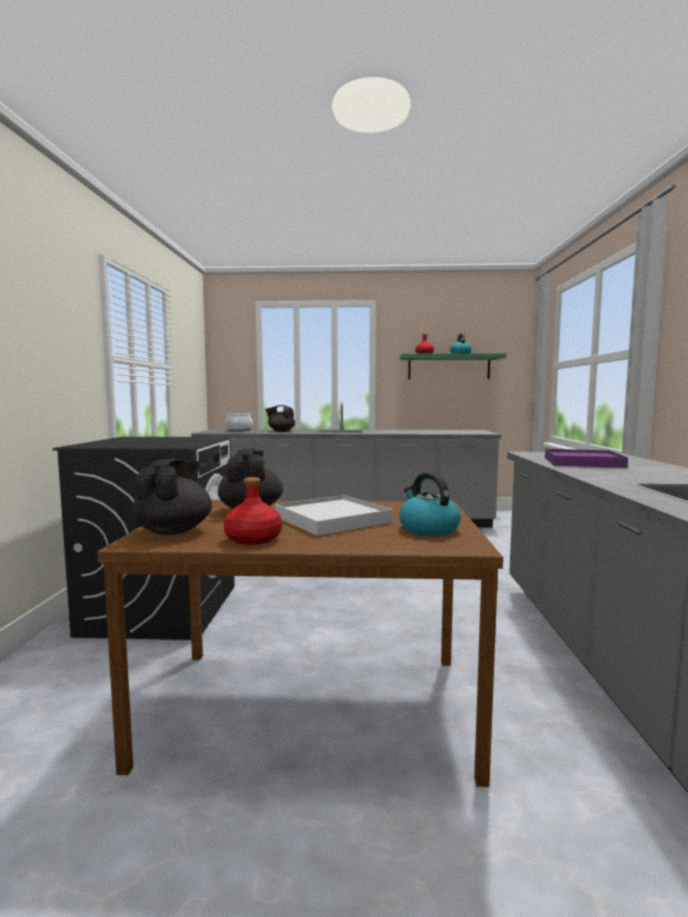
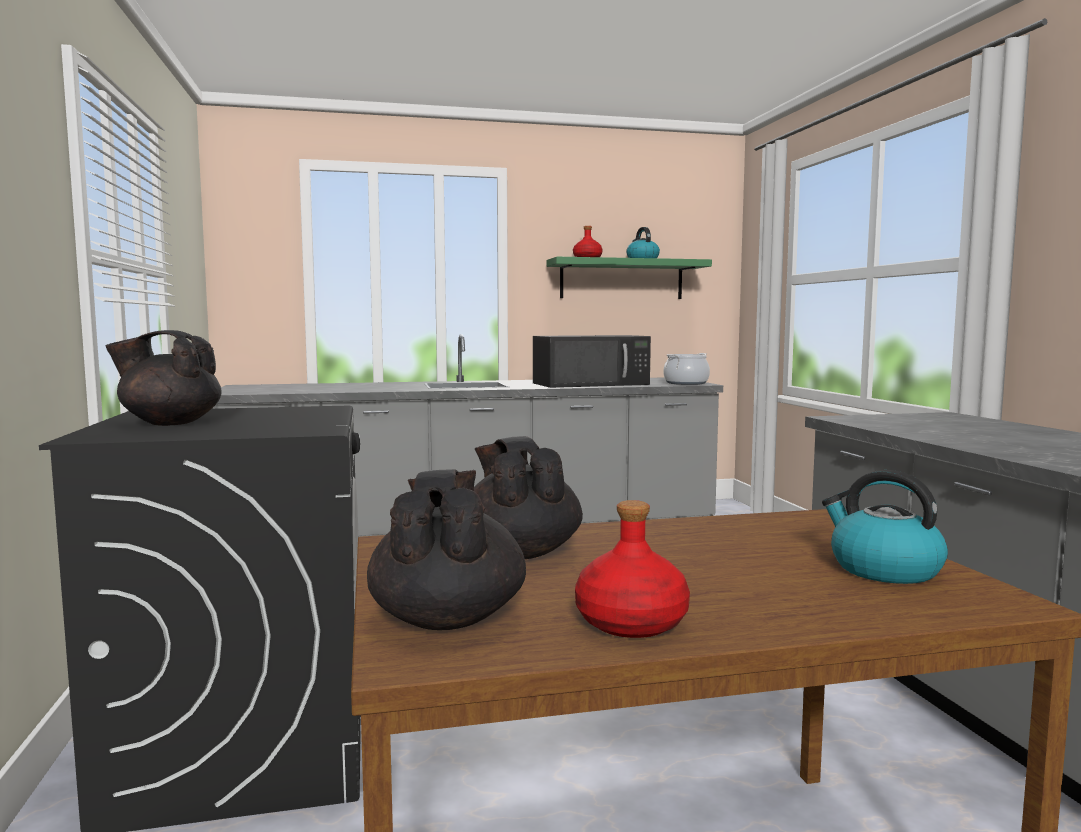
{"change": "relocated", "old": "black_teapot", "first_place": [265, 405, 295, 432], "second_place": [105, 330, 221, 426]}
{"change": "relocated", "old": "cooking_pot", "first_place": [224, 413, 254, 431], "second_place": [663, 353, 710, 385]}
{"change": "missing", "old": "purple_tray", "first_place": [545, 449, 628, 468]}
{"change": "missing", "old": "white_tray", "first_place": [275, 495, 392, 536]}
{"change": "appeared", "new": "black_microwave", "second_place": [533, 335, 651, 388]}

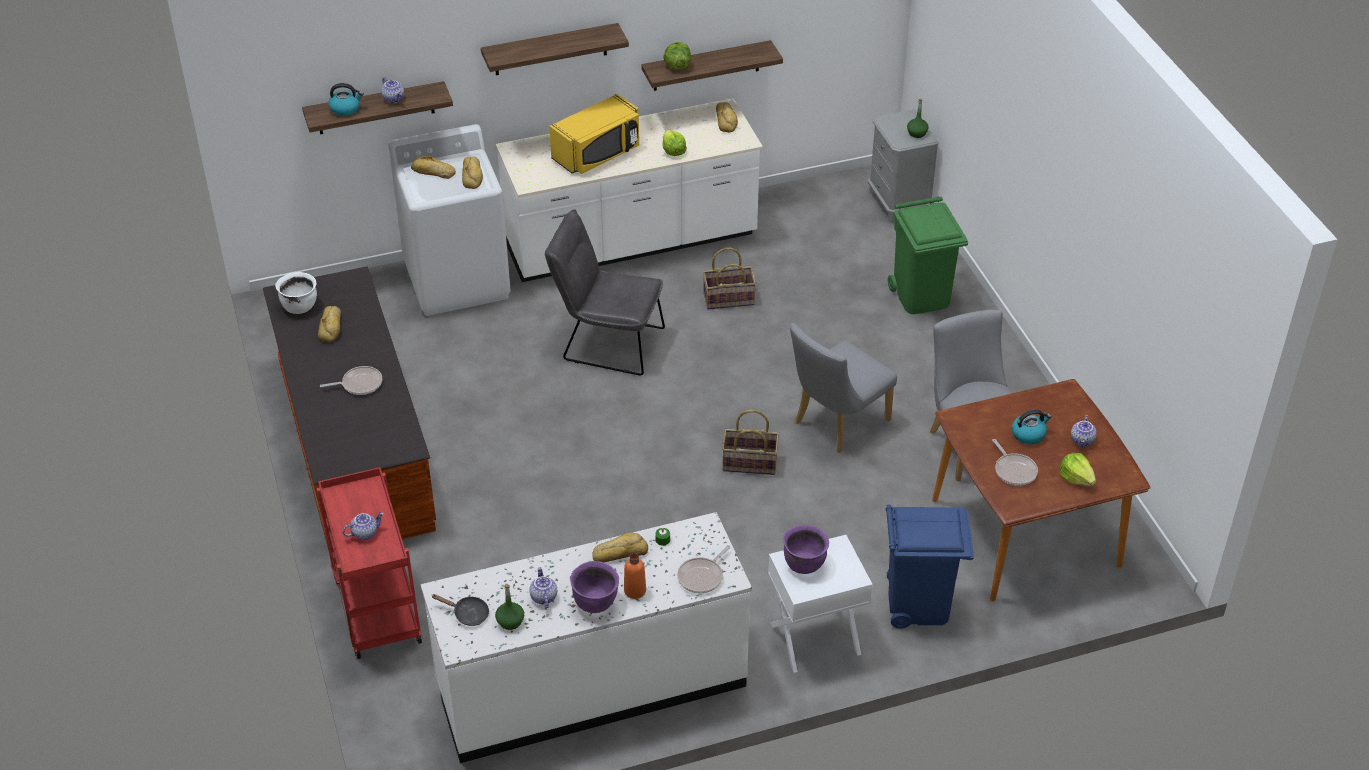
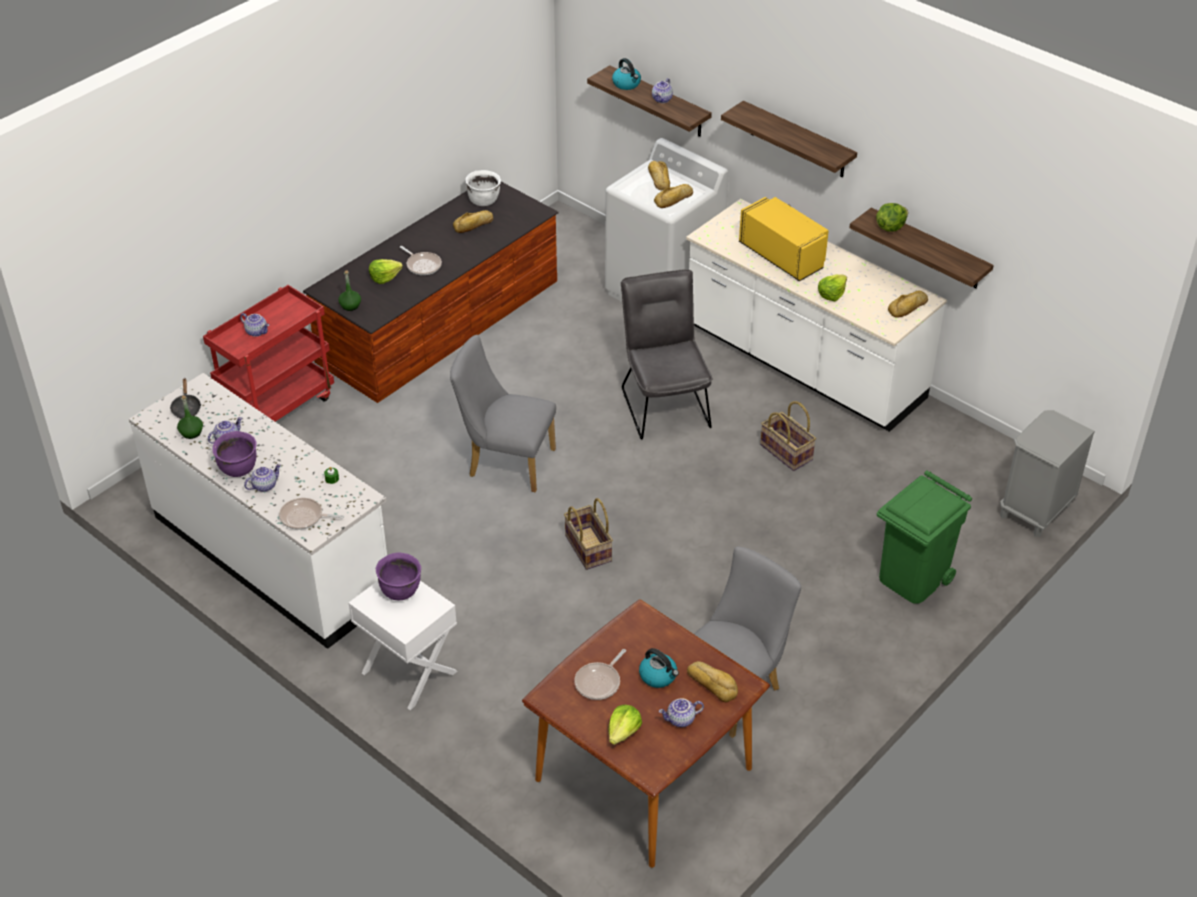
{"change": "spun", "old": "yellow_microwave", "first_place": [549, 94, 639, 174], "second_place": [739, 197, 829, 281], "degrees": -150}
{"change": "relocated", "old": "green_bottle", "first_place": [907, 98, 929, 138], "second_place": [338, 271, 361, 311]}
{"change": "relocated", "old": "grey_chair", "first_place": [790, 323, 897, 453], "second_place": [450, 335, 556, 492]}
{"change": "missing", "old": "blue_trash_can", "first_place": [886, 505, 974, 629]}
{"change": "relocated", "old": "bread", "first_place": [592, 533, 648, 563], "second_place": [687, 661, 738, 702]}
{"change": "exchanged", "old": "orange_bottle", "new": "teapot", "first_place": [624, 553, 646, 599], "second_place": [244, 464, 281, 492]}
{"change": "appeared", "new": "lettuce", "second_place": [369, 259, 403, 284]}

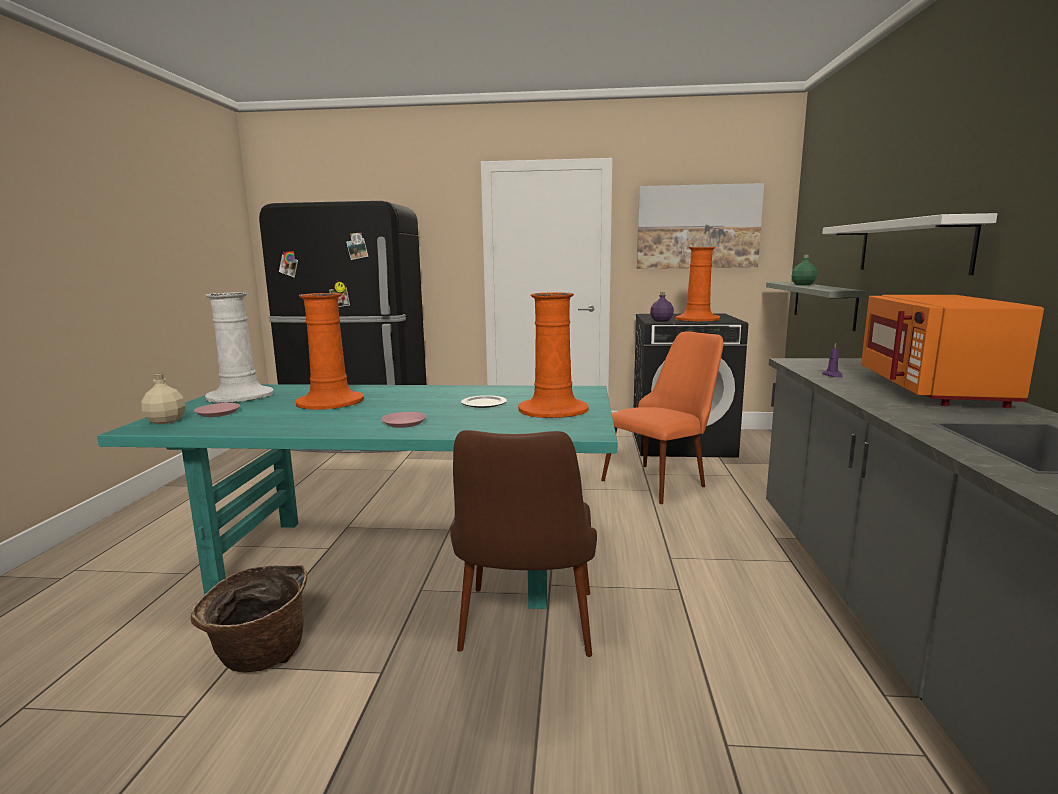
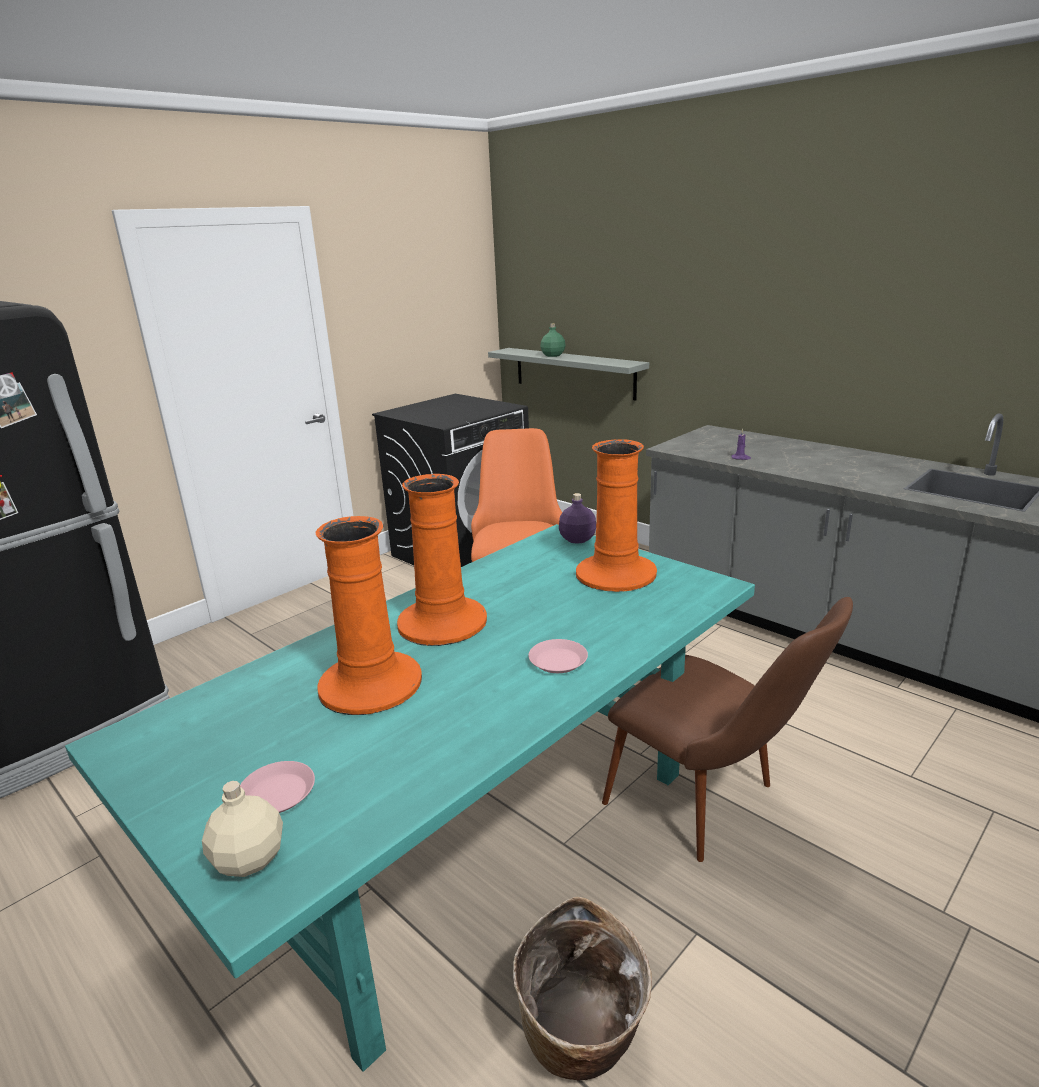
{"change": "missing", "old": "picture", "first_place": [637, 183, 764, 269]}
{"change": "missing", "old": "white_shelf", "first_place": [822, 213, 997, 275]}
{"change": "relocated", "old": "orange_vase", "first_place": [675, 247, 720, 322], "second_place": [397, 474, 487, 646]}
{"change": "missing", "old": "white_vase", "first_place": [205, 292, 274, 403]}
{"change": "relocated", "old": "purple_bottle", "first_place": [650, 292, 674, 322], "second_place": [559, 493, 596, 544]}
{"change": "missing", "old": "orange_microwave", "first_place": [861, 295, 1044, 408]}
{"change": "missing", "old": "plate", "first_place": [461, 395, 507, 408]}

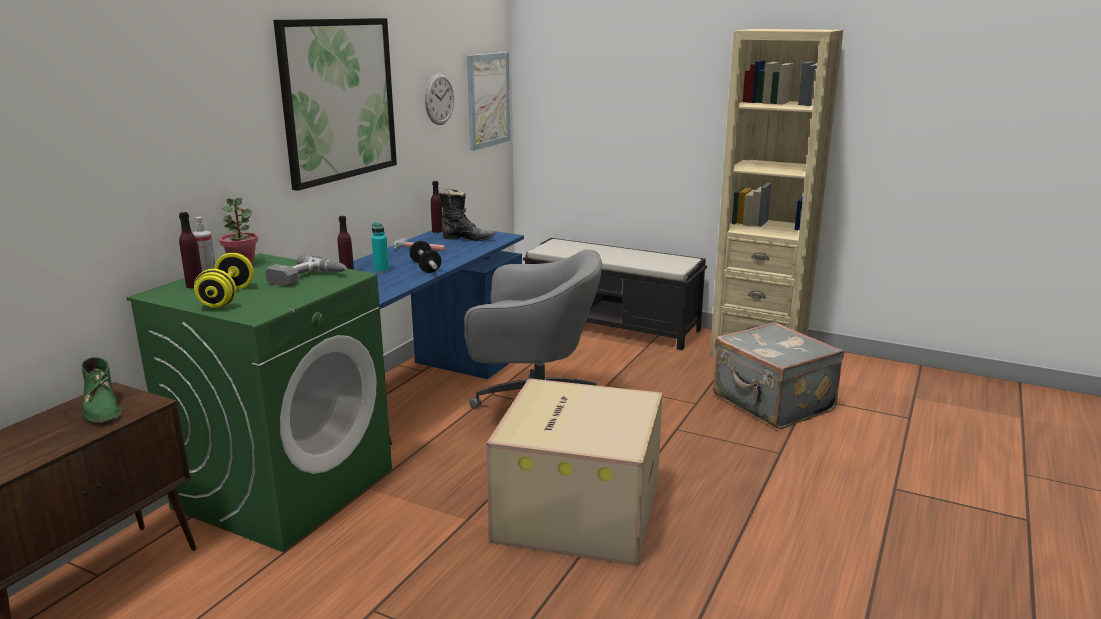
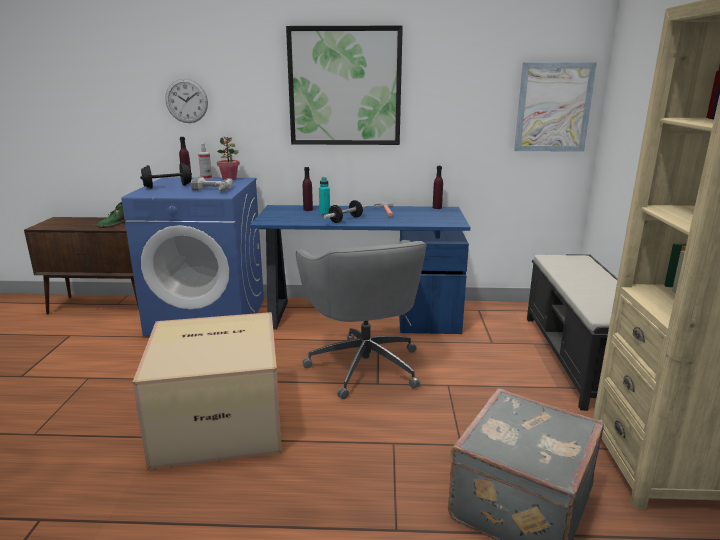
{"change": "relocated", "old": "wall_clock", "first_place": [425, 73, 454, 125], "second_place": [165, 78, 208, 123]}
{"change": "missing", "old": "black_boot", "first_place": [439, 188, 495, 241]}
{"change": "colour", "old": "green_washing_machine", "new": "blue_washing_machine", "first_place": [126, 253, 392, 552], "second_place": [121, 177, 264, 336]}
{"change": "colour", "old": "yellow_dumbbell", "new": "black_dumbbell", "first_place": [194, 253, 254, 308], "second_place": [140, 163, 192, 189]}

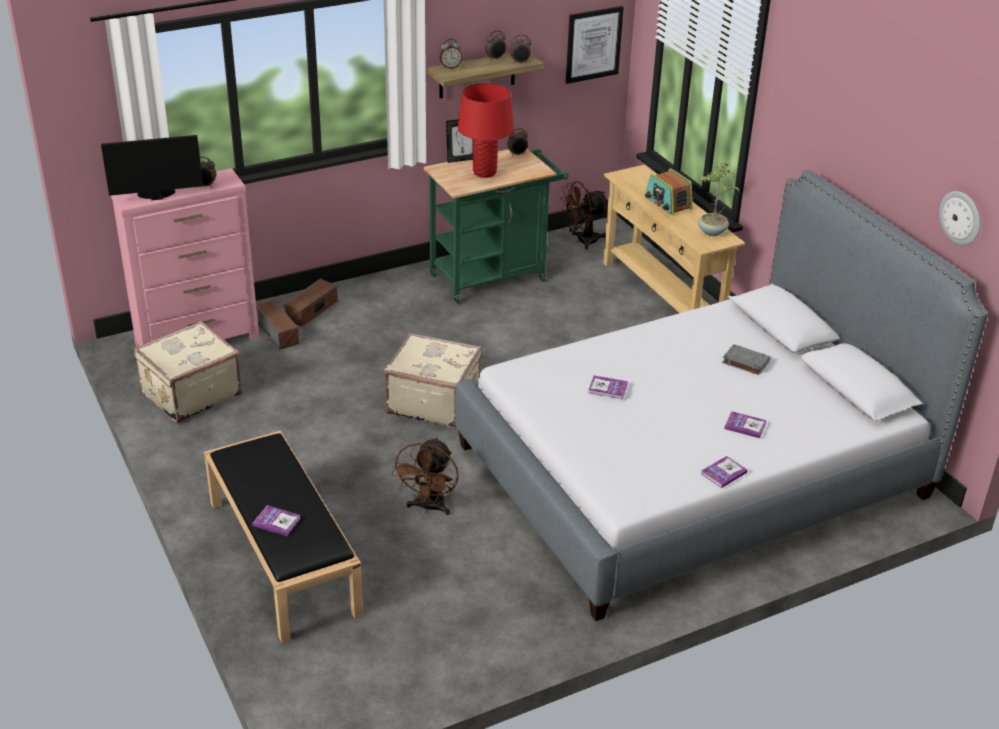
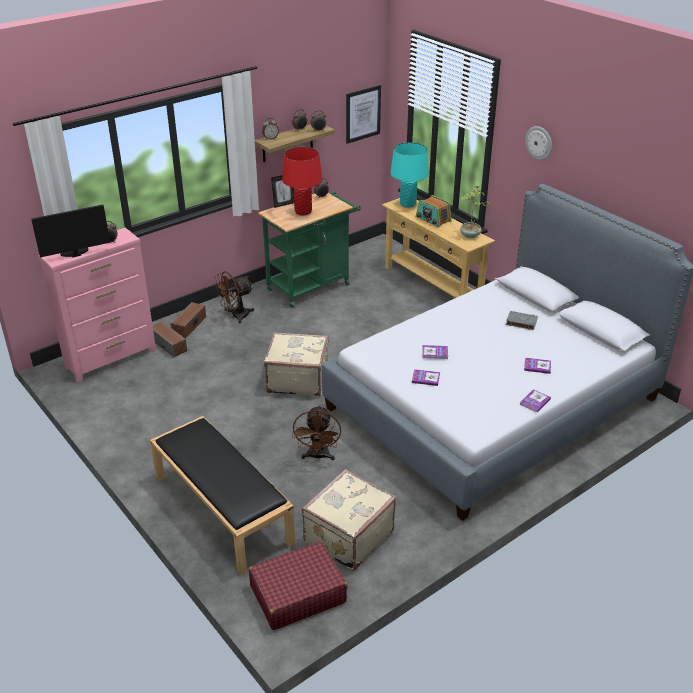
{"change": "relocated", "old": "brown_fan", "first_place": [560, 181, 608, 250], "second_place": [214, 271, 254, 323]}
{"change": "relocated", "old": "wall_clock", "first_place": [939, 191, 980, 246], "second_place": [525, 126, 552, 161]}
{"change": "relocated", "old": "beige_suitcase", "first_place": [134, 321, 242, 423], "second_place": [302, 469, 396, 571]}
{"change": "relocated", "old": "book", "first_place": [252, 505, 301, 536], "second_place": [412, 369, 440, 386]}
{"change": "appeared", "new": "turquoise_table_lamp", "second_place": [390, 142, 428, 208]}
{"change": "appeared", "new": "red_suitcase", "second_place": [249, 541, 347, 630]}

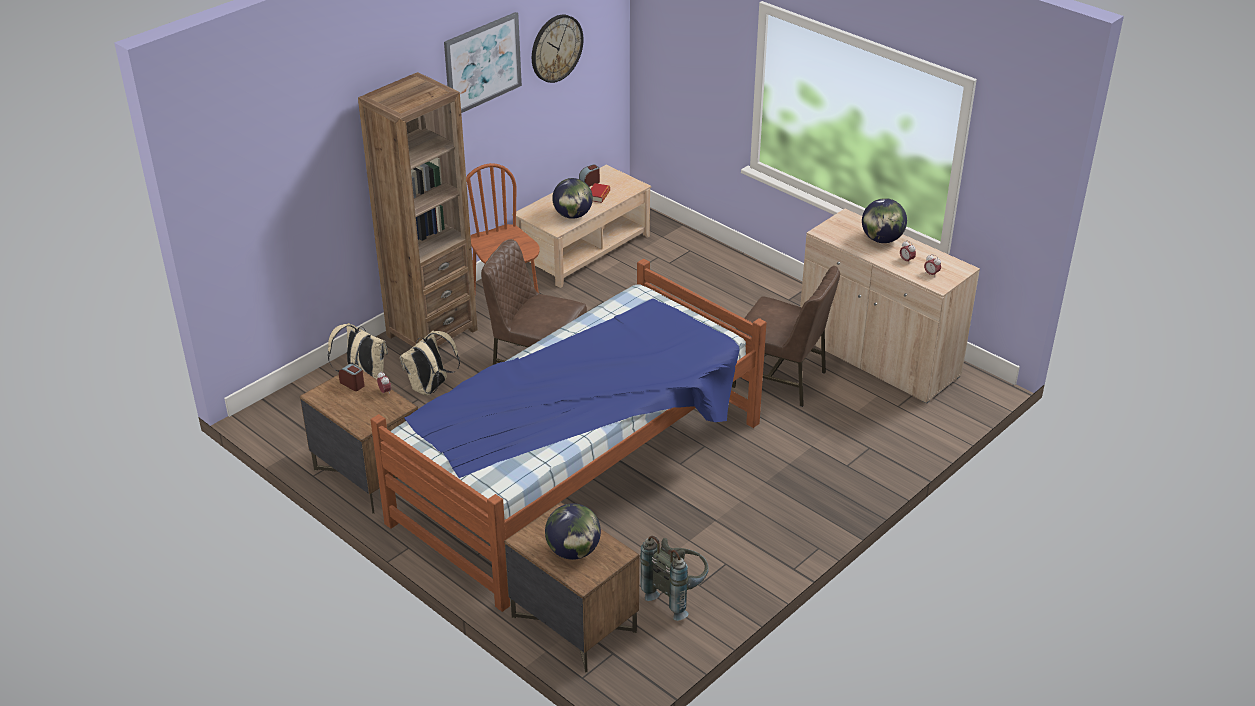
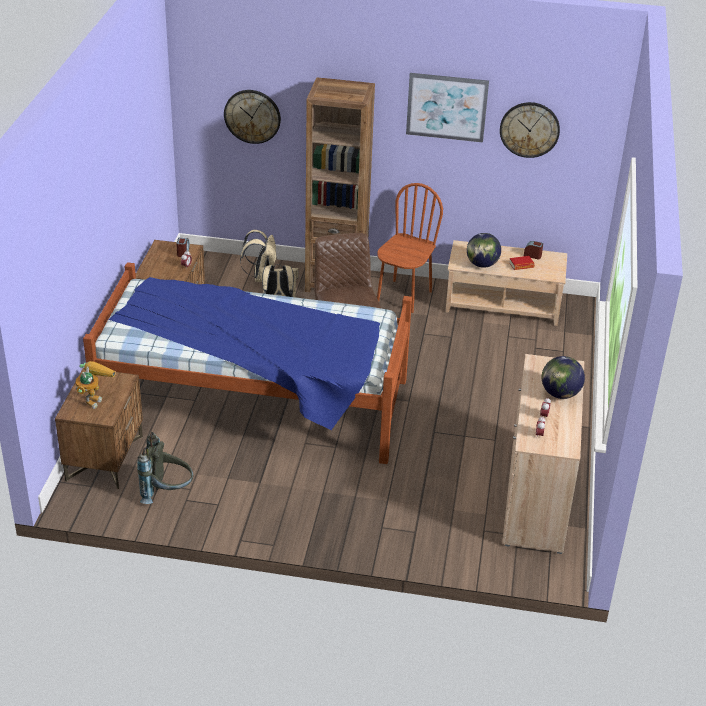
{"change": "missing", "old": "brown_chair", "first_place": [732, 266, 840, 407]}
{"change": "exchanged", "old": "globe", "new": "toy_robot", "first_place": [545, 503, 601, 560], "second_place": [76, 361, 116, 409]}
{"change": "appeared", "new": "wall_clock", "second_place": [224, 90, 281, 144]}

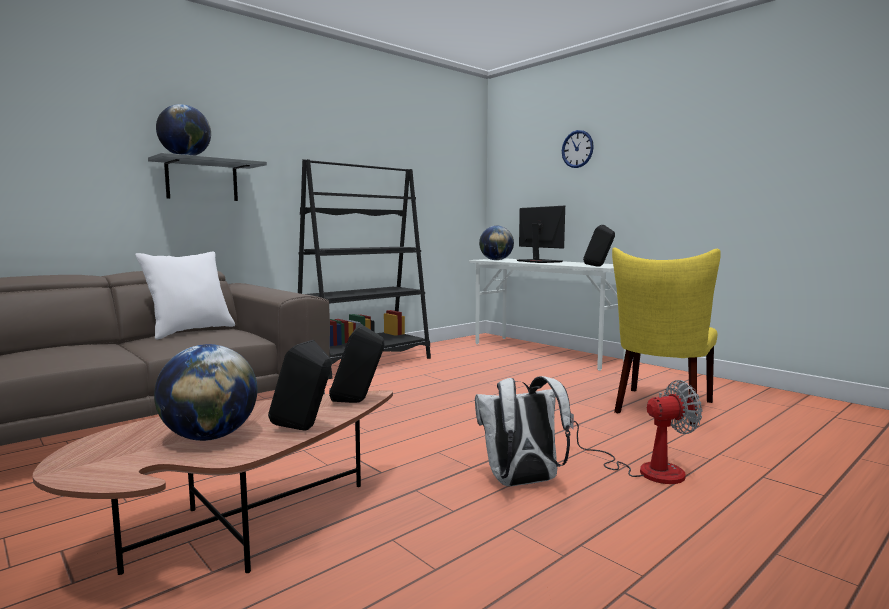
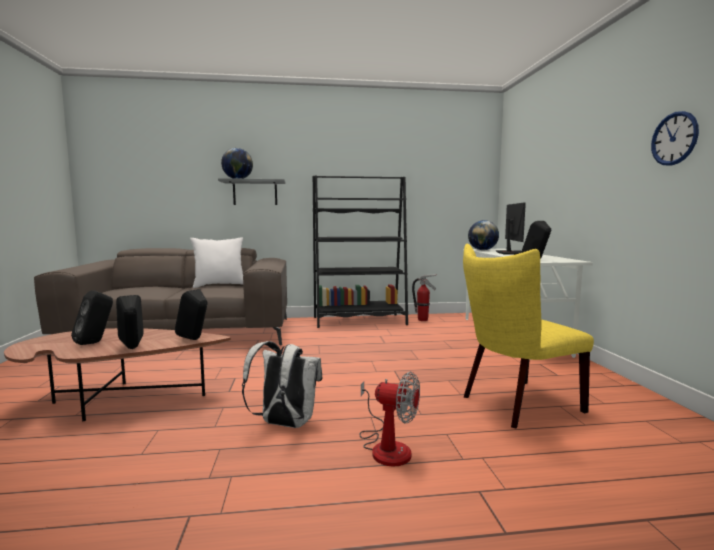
{"change": "relocated", "old": "wall_clock", "first_place": [562, 130, 594, 168], "second_place": [651, 111, 699, 166]}
{"change": "exchanged", "old": "globe", "new": "black_speaker", "first_place": [154, 344, 257, 441], "second_place": [71, 290, 113, 345]}
{"change": "appeared", "new": "fire_extinguisher", "second_place": [412, 274, 437, 321]}

